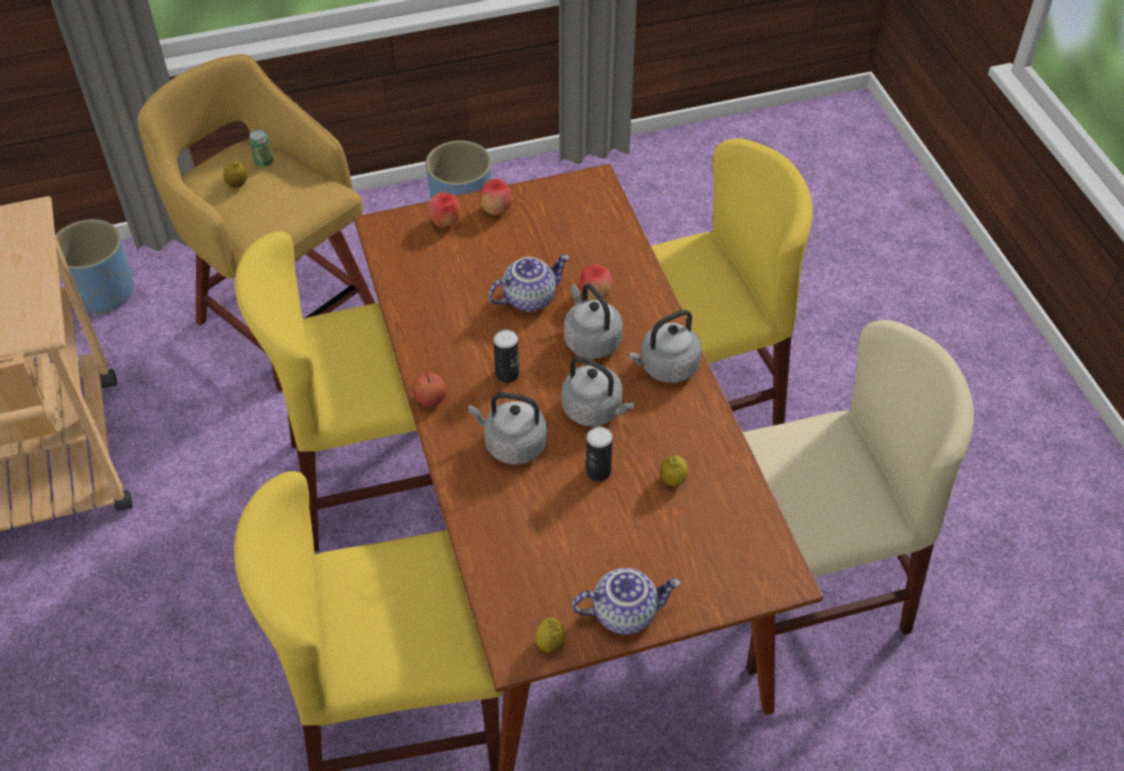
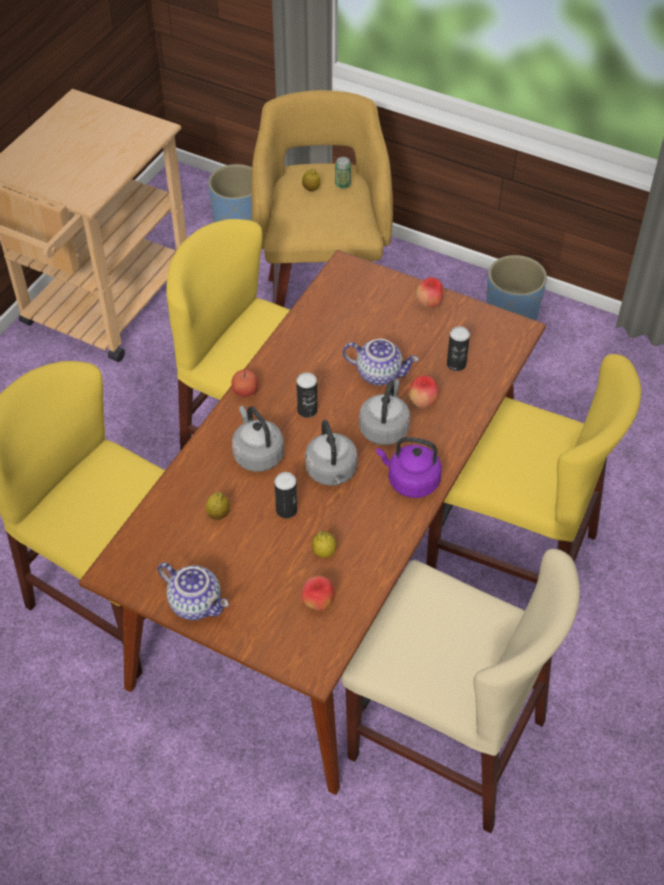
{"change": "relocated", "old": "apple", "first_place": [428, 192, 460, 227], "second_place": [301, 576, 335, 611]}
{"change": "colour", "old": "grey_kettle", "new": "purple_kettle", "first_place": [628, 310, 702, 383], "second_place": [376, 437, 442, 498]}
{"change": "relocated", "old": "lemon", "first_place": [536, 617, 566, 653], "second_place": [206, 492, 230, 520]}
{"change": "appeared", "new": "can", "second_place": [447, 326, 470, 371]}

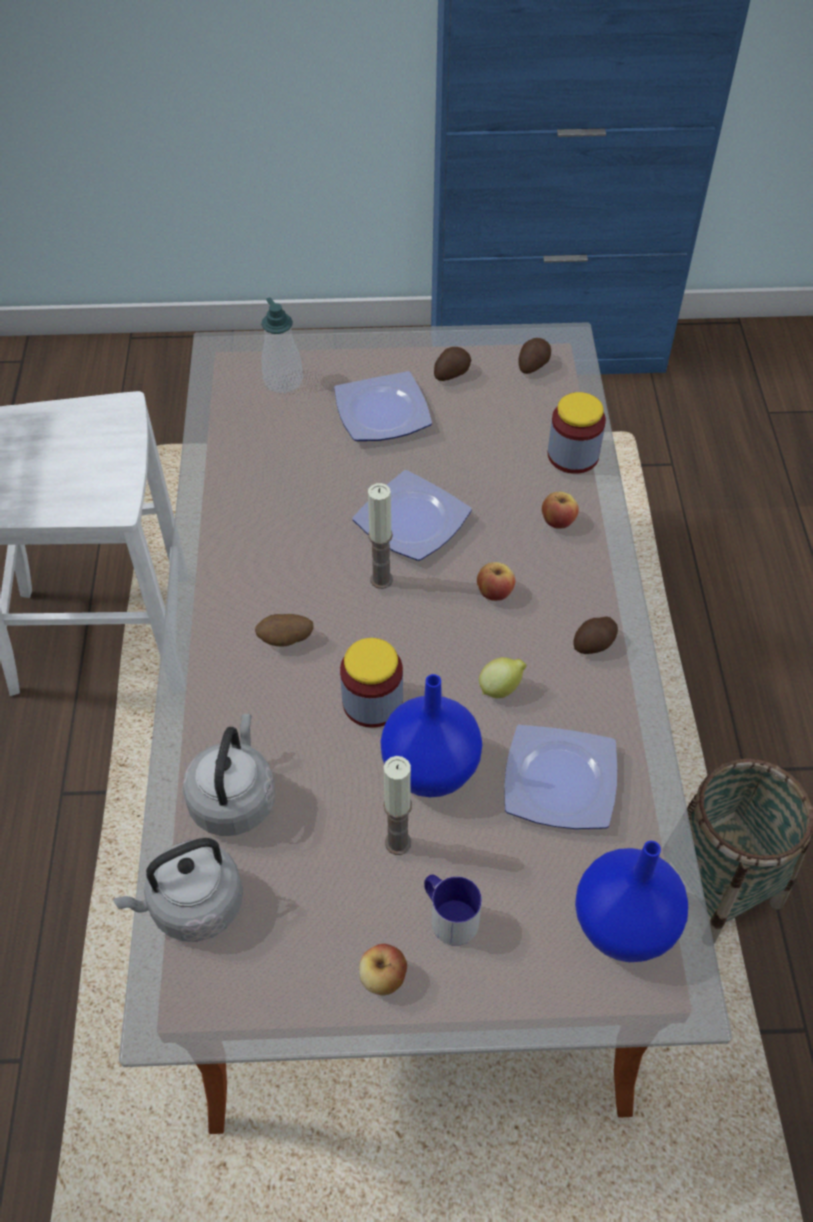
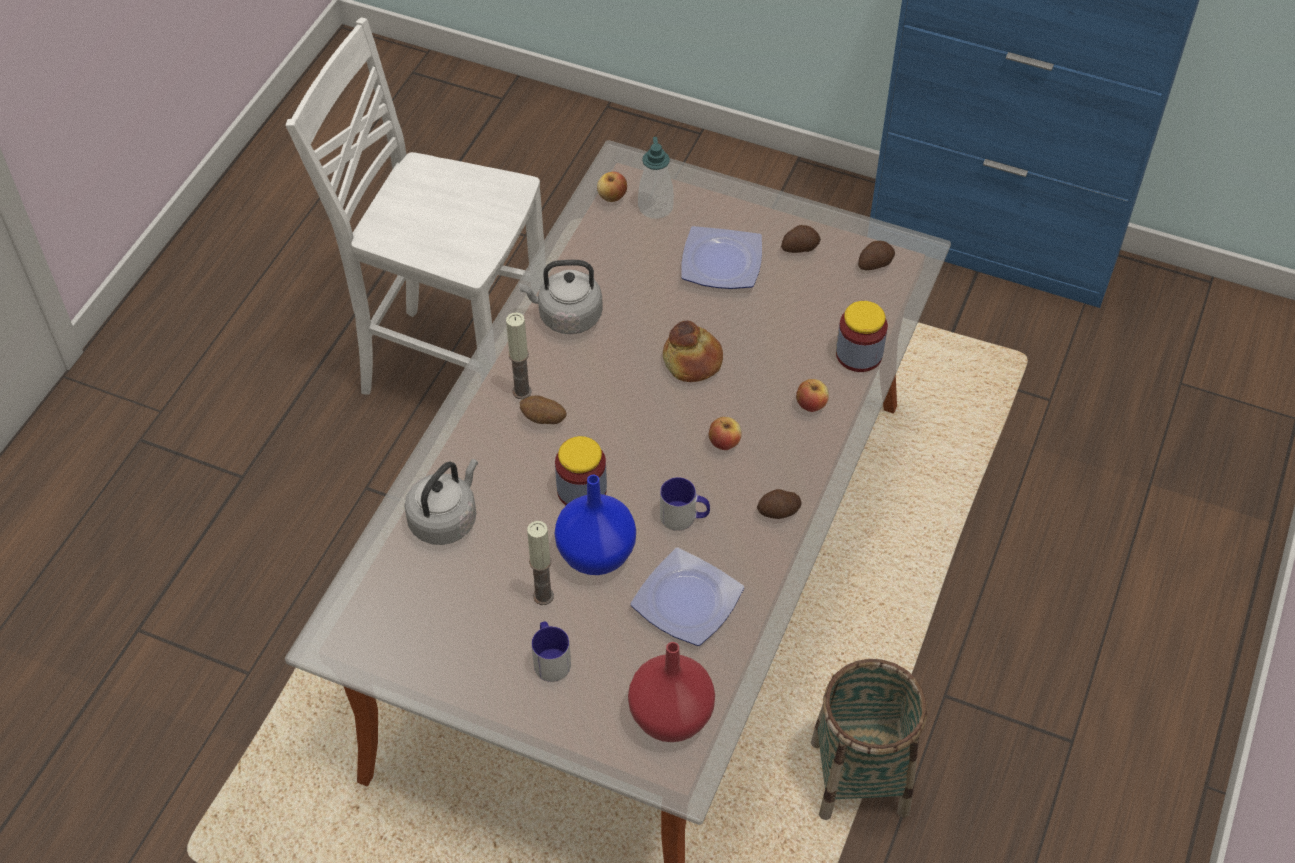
{"change": "exchanged", "old": "plate", "new": "bread", "first_place": [352, 470, 472, 561], "second_place": [663, 321, 723, 382]}
{"change": "relocated", "old": "candle", "first_place": [368, 483, 393, 589], "second_place": [506, 312, 532, 399]}
{"change": "exchanged", "old": "lemon", "new": "mug", "first_place": [479, 657, 527, 698], "second_place": [660, 477, 710, 531]}
{"change": "relocated", "old": "grey_kettle", "first_place": [113, 838, 243, 941], "second_place": [519, 260, 603, 334]}
{"change": "colour", "old": "blue_vase", "new": "red_vase", "first_place": [575, 841, 688, 962], "second_place": [628, 642, 715, 742]}
{"change": "relocated", "old": "apple", "first_place": [359, 944, 407, 996], "second_place": [597, 172, 627, 202]}

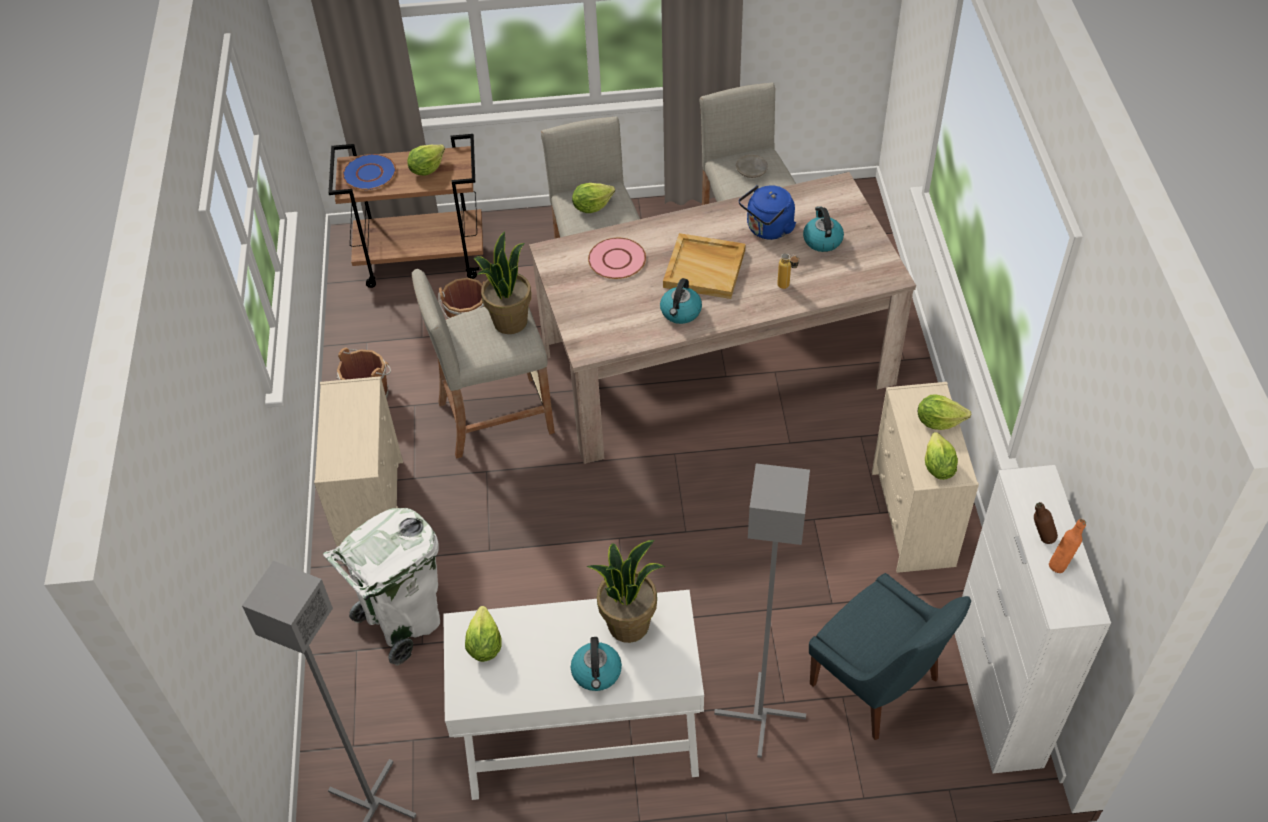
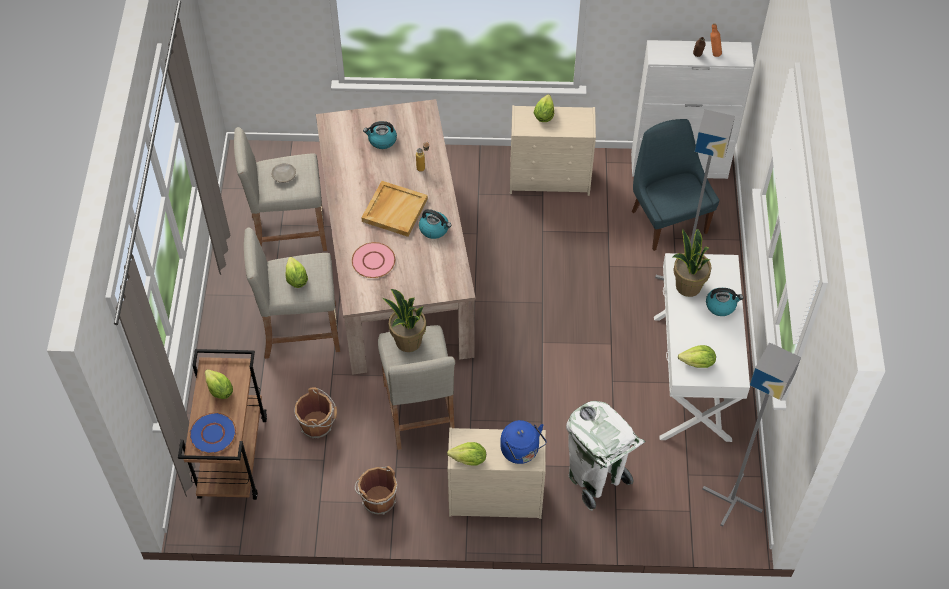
{"change": "relocated", "old": "blue_kettle", "first_place": [739, 185, 796, 240], "second_place": [500, 420, 547, 464]}
{"change": "relocated", "old": "lettuce", "first_place": [925, 432, 958, 480], "second_place": [447, 442, 486, 466]}
{"change": "spun", "old": "blue_chair", "first_place": [809, 573, 971, 740], "second_place": [632, 119, 719, 251], "degrees": -75}

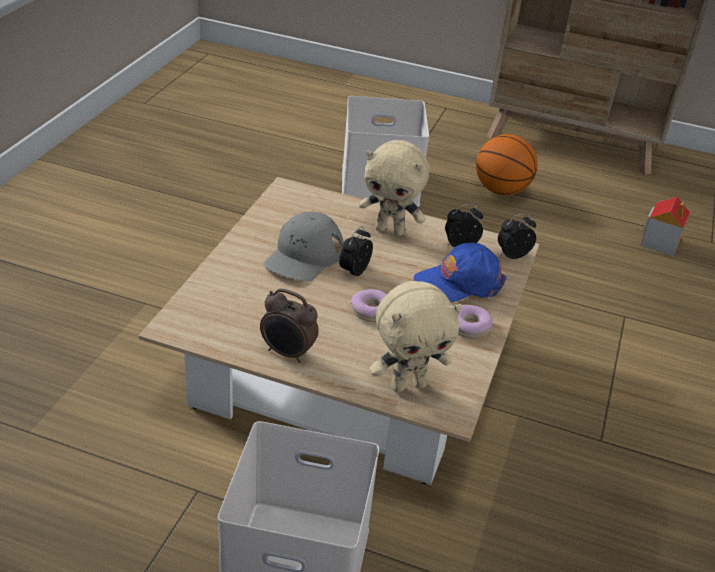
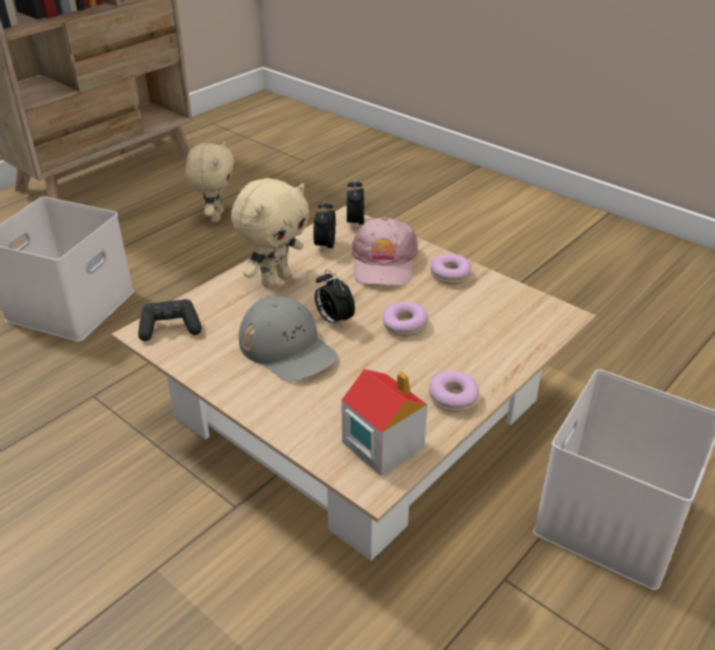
{"change": "missing", "old": "basketball", "first_place": [476, 134, 537, 195]}
{"change": "relocated", "old": "toy_house", "first_place": [640, 197, 690, 256], "second_place": [341, 369, 428, 476]}
{"change": "colour", "old": "blue_cap", "new": "pink_cap", "first_place": [414, 243, 507, 303], "second_place": [352, 217, 418, 286]}
{"change": "relocated", "old": "beige_plush_toy", "first_place": [369, 281, 462, 392], "second_place": [185, 141, 234, 222]}
{"change": "exchanged", "old": "alarm_clock", "new": "donut", "first_place": [260, 288, 319, 363], "second_place": [429, 371, 479, 412]}
{"change": "appeared", "new": "black_game_controller", "second_place": [138, 299, 202, 341]}

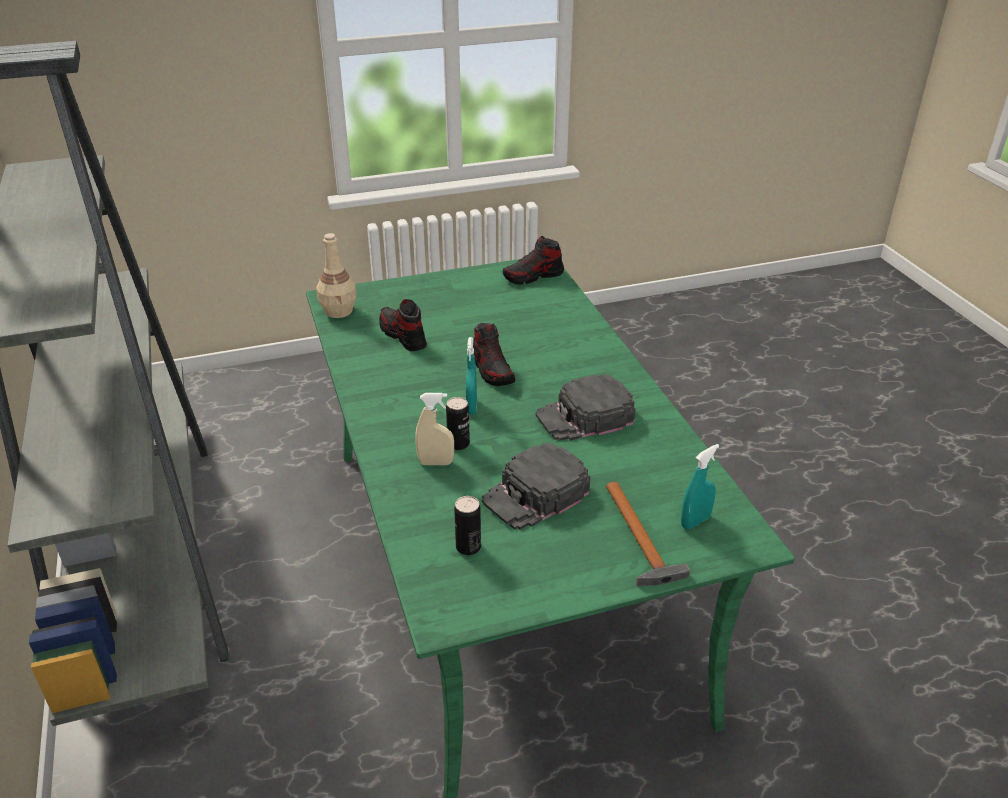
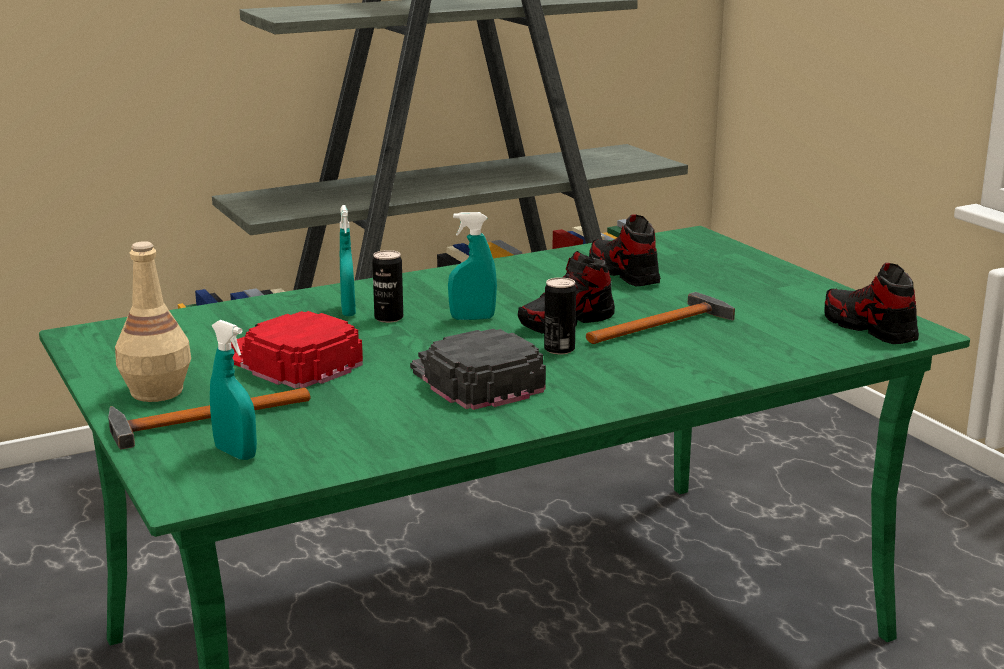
{"change": "relocated", "old": "beige_bottle", "first_place": [316, 233, 357, 318], "second_place": [115, 241, 191, 402]}
{"change": "spun", "old": "shoe", "first_place": [379, 299, 427, 351], "second_place": [589, 214, 661, 286], "degrees": -75}
{"change": "colour", "old": "beige_spray_bottle", "new": "turquoise_spray_bottle", "first_place": [415, 393, 454, 465], "second_place": [340, 205, 356, 316]}
{"change": "colour", "old": "black_cap", "new": "red_cap", "first_place": [482, 442, 590, 530], "second_place": [231, 311, 363, 389]}
{"change": "relocated", "old": "can", "first_place": [454, 496, 481, 555], "second_place": [544, 277, 576, 355]}
{"change": "appeared", "new": "hammer", "second_place": [586, 292, 735, 344]}

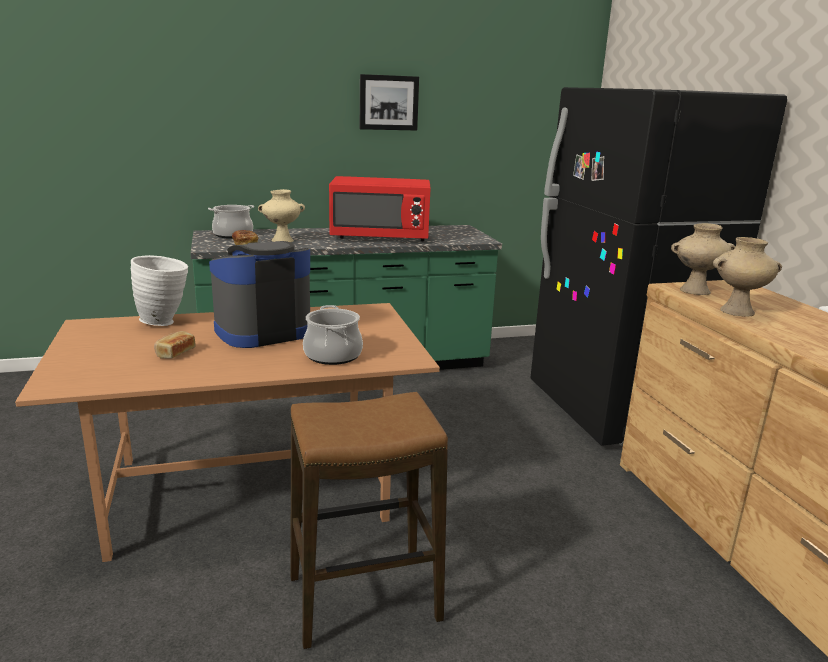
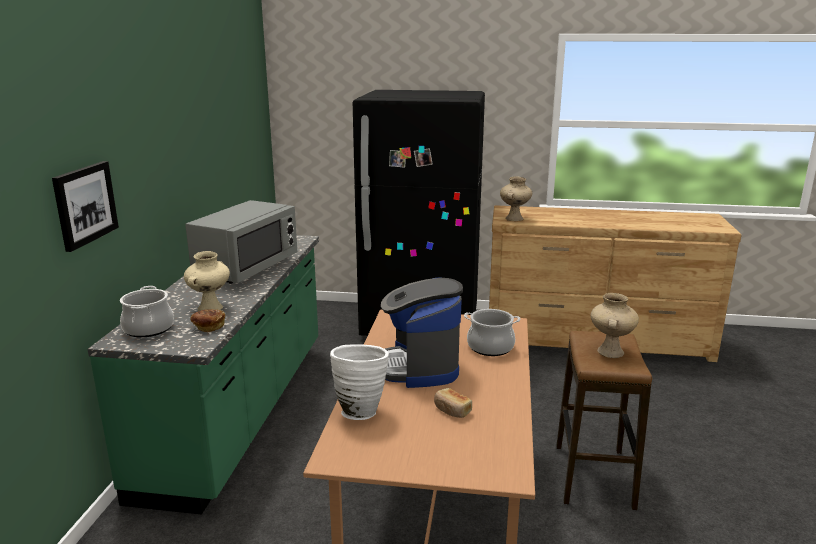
{"change": "relocated", "old": "picture", "first_place": [360, 74, 419, 130], "second_place": [52, 161, 119, 252]}
{"change": "colour", "old": "red_microwave", "new": "grey_microwave", "first_place": [329, 176, 431, 241], "second_place": [185, 200, 297, 284]}
{"change": "relocated", "old": "beige_vase", "first_place": [713, 237, 782, 317], "second_place": [591, 293, 639, 358]}

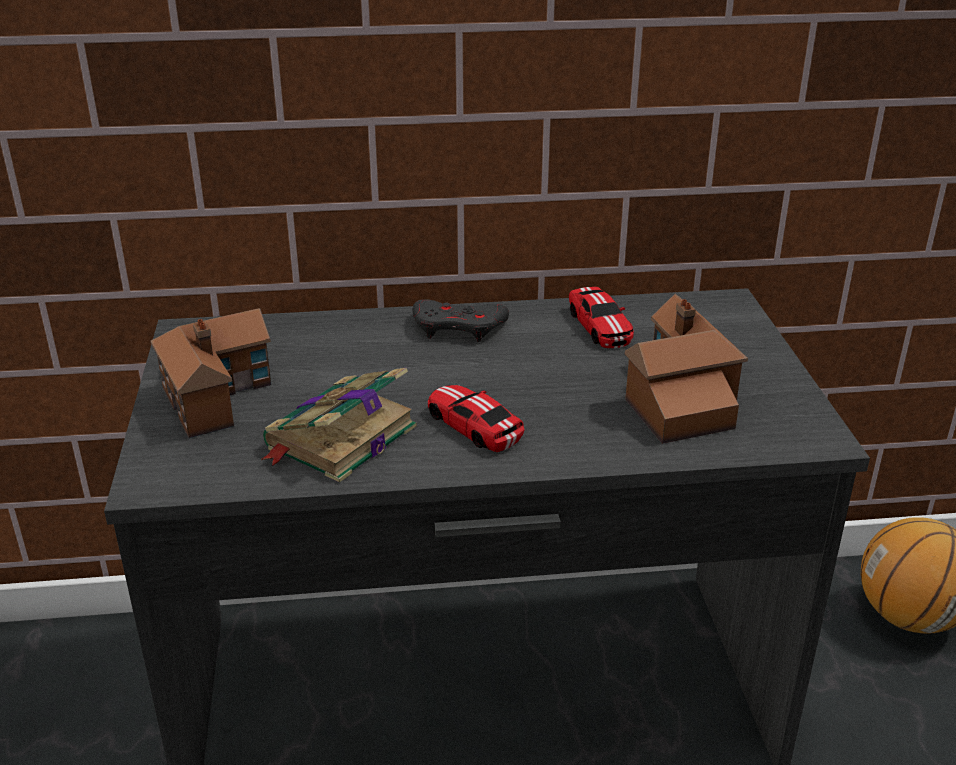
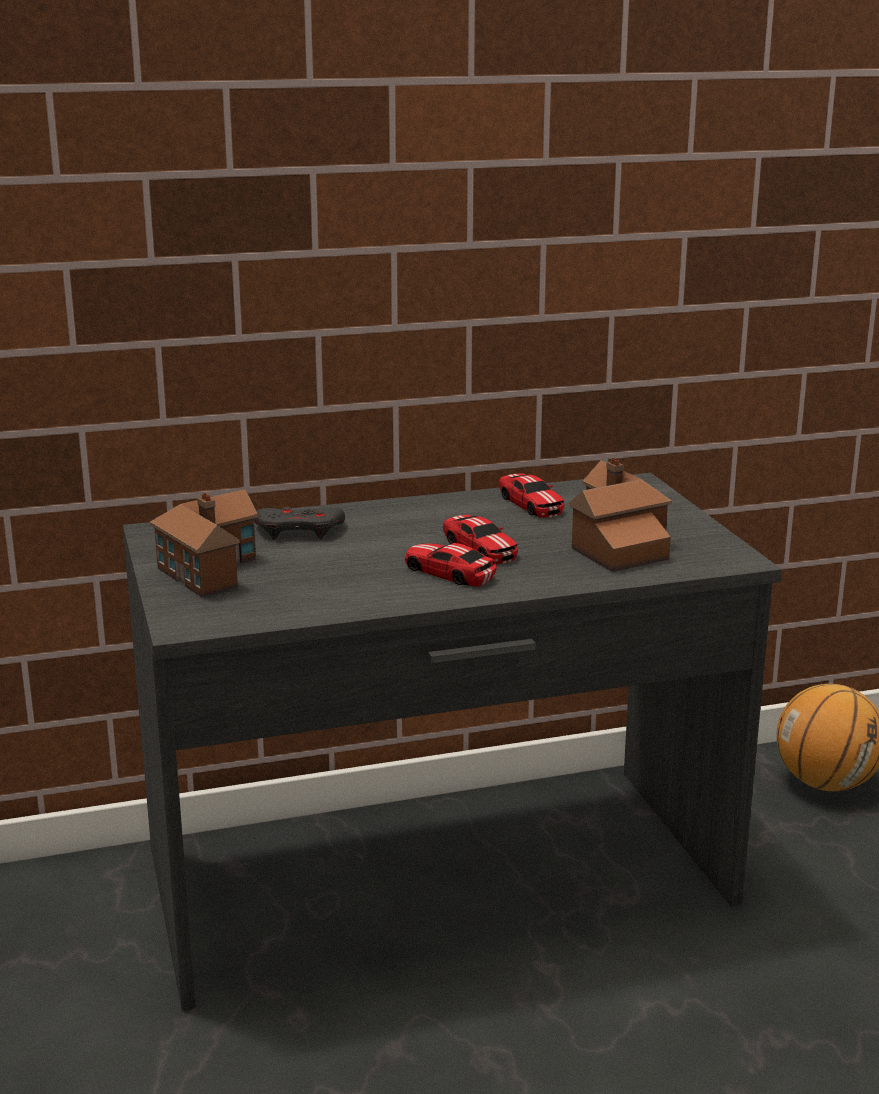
{"change": "relocated", "old": "grey_game_controller", "first_place": [412, 299, 509, 342], "second_place": [254, 507, 345, 540]}
{"change": "missing", "old": "book", "first_place": [261, 368, 416, 483]}
{"change": "appeared", "new": "toy_car", "second_place": [443, 515, 518, 564]}

